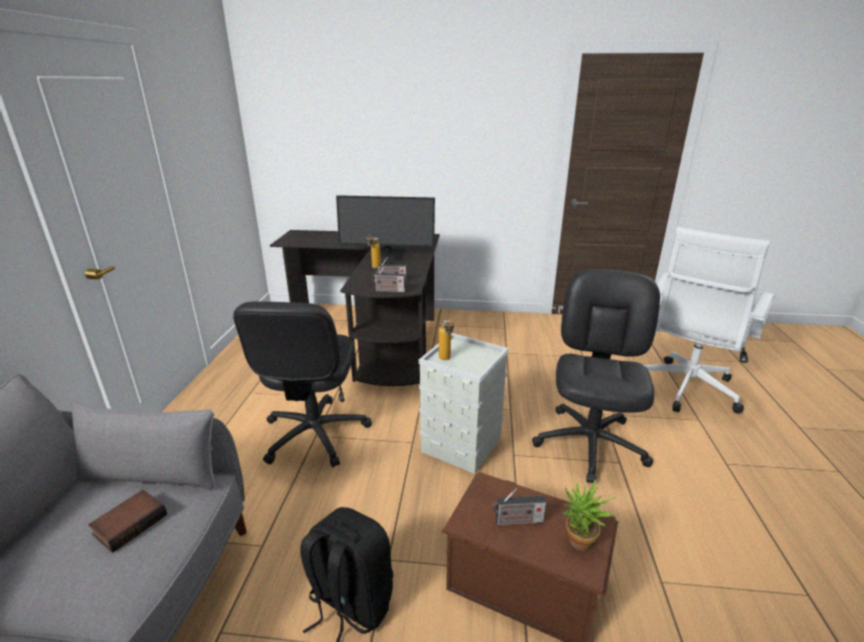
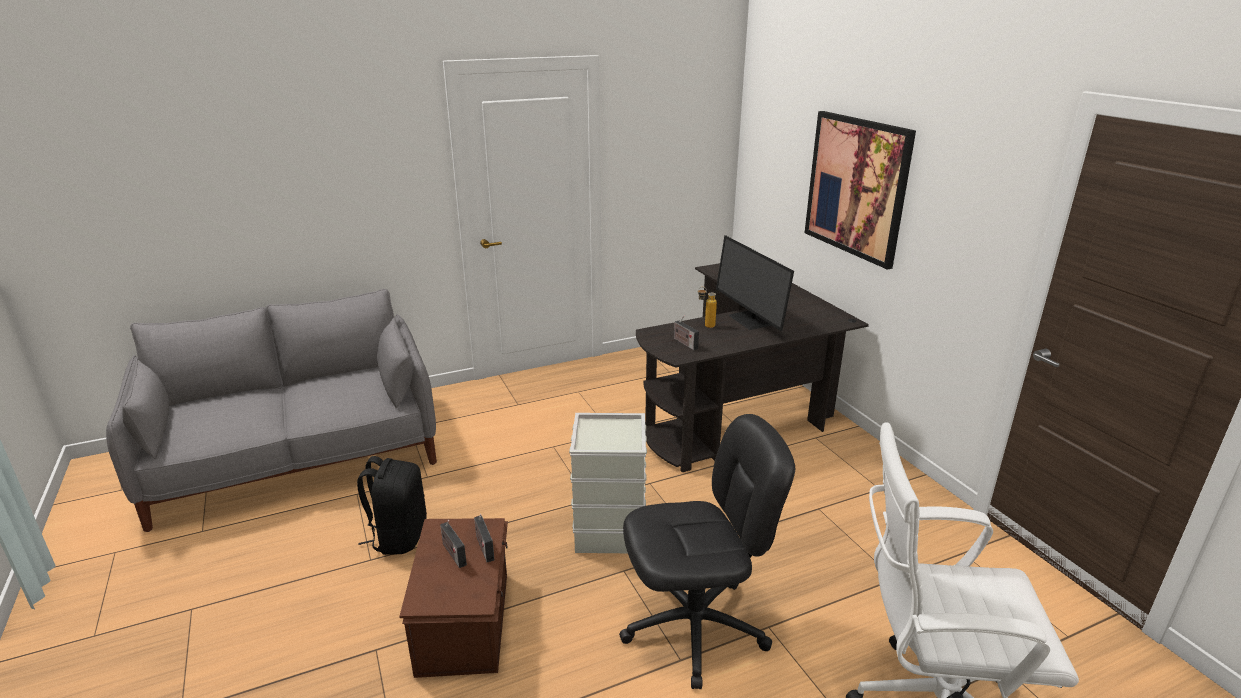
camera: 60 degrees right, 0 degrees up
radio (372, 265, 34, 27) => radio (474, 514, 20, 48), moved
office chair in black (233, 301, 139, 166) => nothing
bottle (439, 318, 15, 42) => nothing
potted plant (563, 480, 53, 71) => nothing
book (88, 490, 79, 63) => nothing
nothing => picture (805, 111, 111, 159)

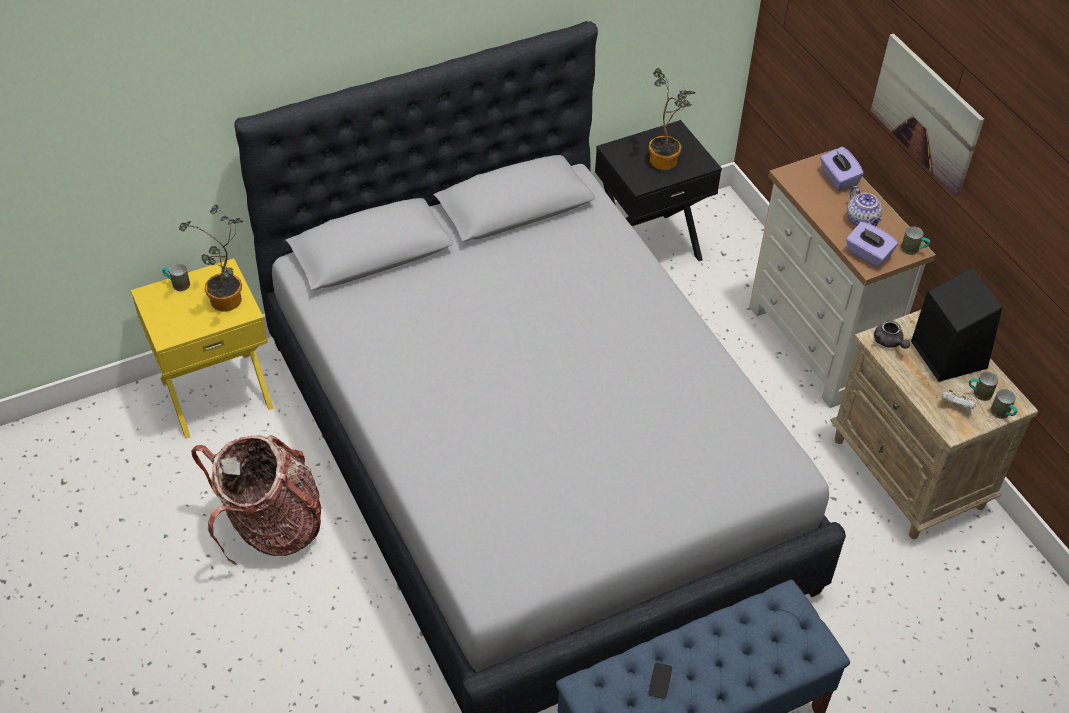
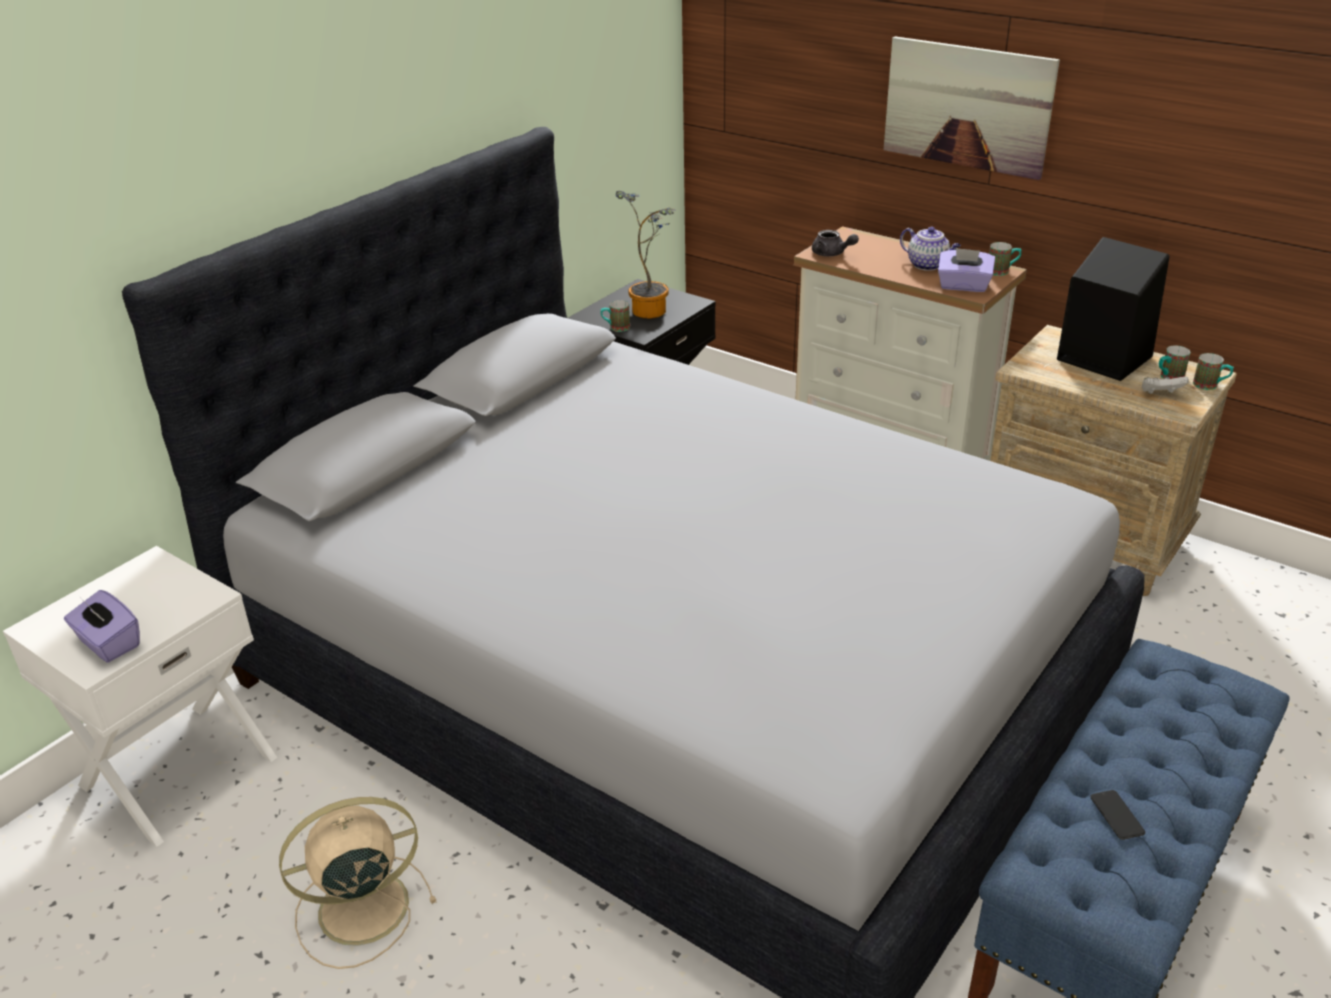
camera: 25 degrees left, 15 degrees down
tissue box in purple (820, 147, 44, 44) => tissue box in purple (64, 590, 76, 72), moved
potted plant (179, 205, 64, 107) => nothing
nightstand in yellow (131, 258, 143, 181) => nightstand in white (3, 546, 274, 301)
mug (162, 263, 28, 28) => mug (601, 300, 29, 32), moved
teapot in grey (874, 320, 36, 29) => teapot in grey (812, 230, 47, 27), moved
backpack (191, 435, 131, 131) => fan in beige (279, 797, 158, 172)

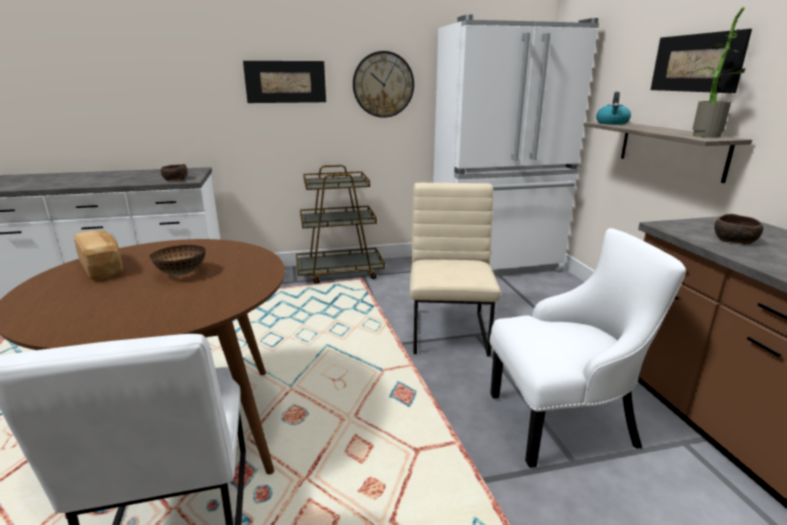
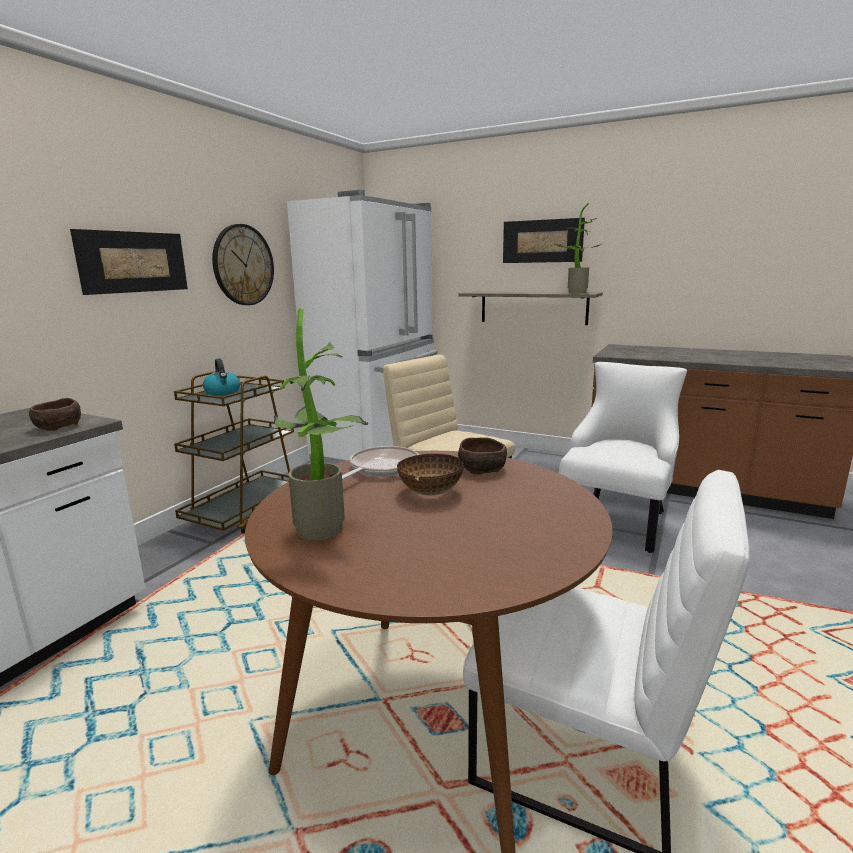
camera: 50 degrees left, 5 degrees down
kettle (596, 92, 35, 33) => kettle (203, 359, 37, 36), moved
bowl in brown (714, 214, 50, 31) => bowl in brown (458, 437, 49, 38), moved
bread (74, 230, 49, 50) => potted plant (274, 308, 95, 232)
nothing => frying pan (342, 446, 77, 34)

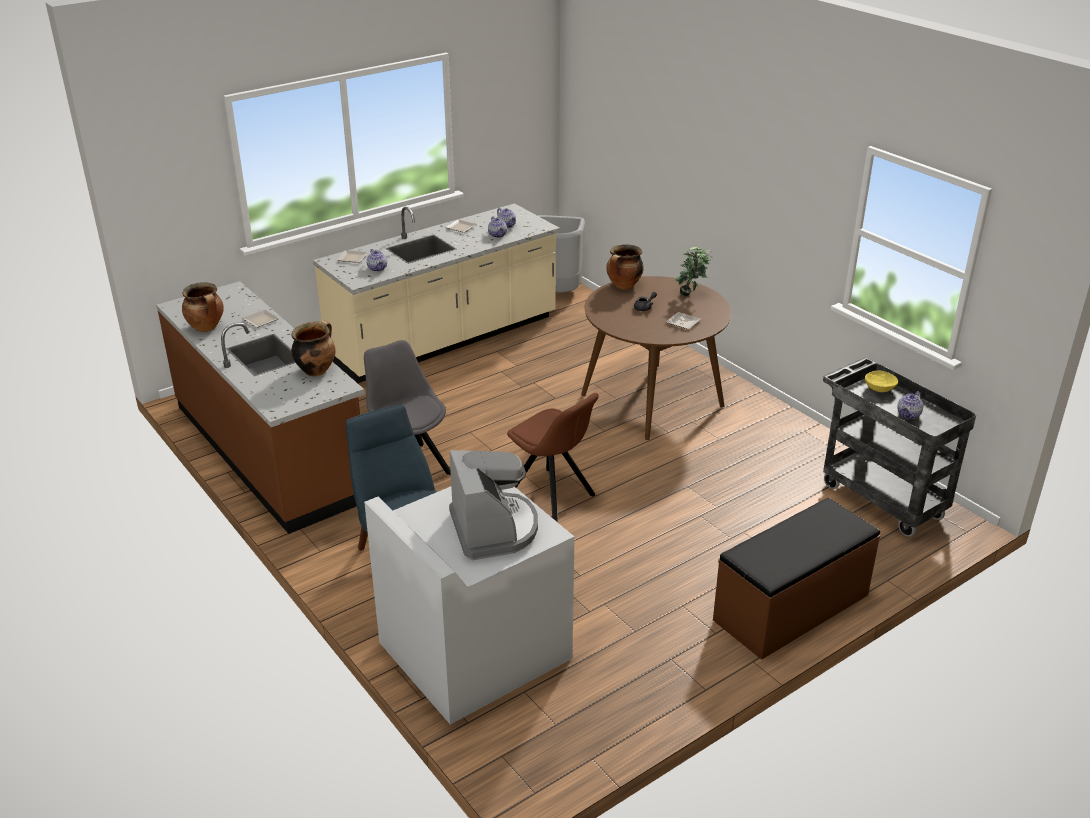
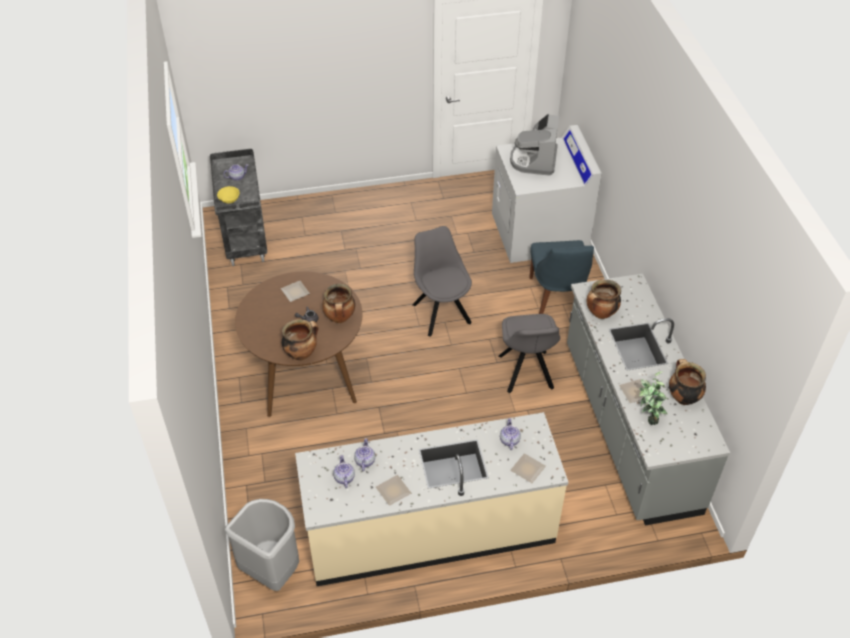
camera: 155 degrees left, 15 degrees up
potted plant (675, 247, 38, 49) => potted plant (639, 371, 30, 54), moved
counter in brown (156, 281, 209, 253) => counter in grey (567, 274, 163, 251)
chair in brown (507, 393, 92, 129) => chair in grey (413, 226, 59, 111)
bench in brown (713, 498, 167, 162) => nothing
nothing => cooking pot (322, 283, 33, 40)

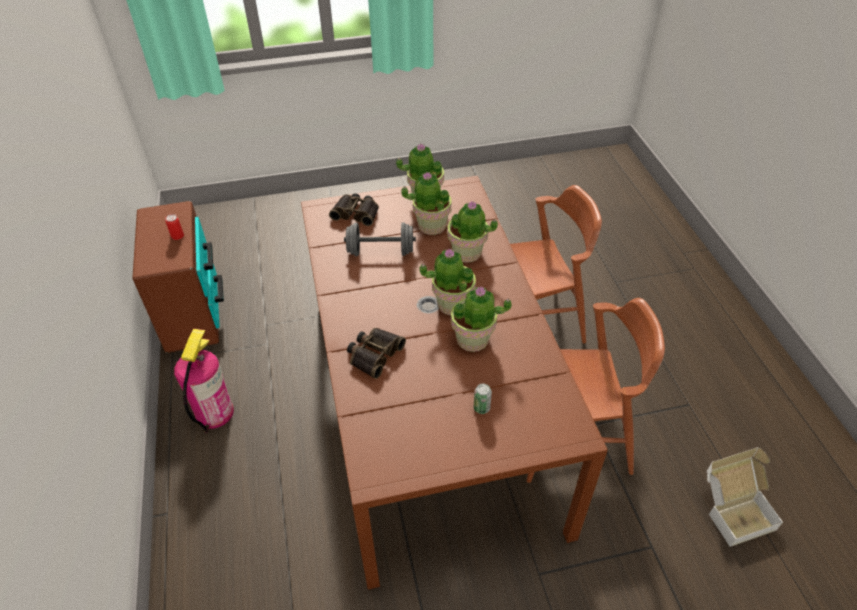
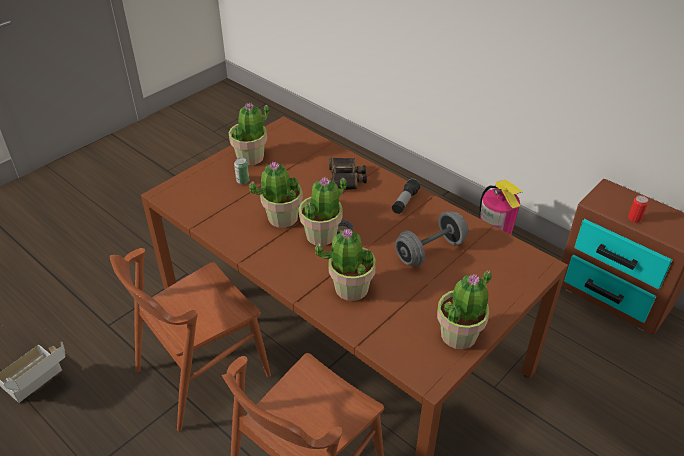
camera: 145 degrees right, 5 degrees down
potted plant (401, 172, 51, 63) => potted plant (229, 102, 41, 64), moved
binoculars (329, 193, 50, 33) => nothing
nothing => flashlight (392, 178, 29, 36)

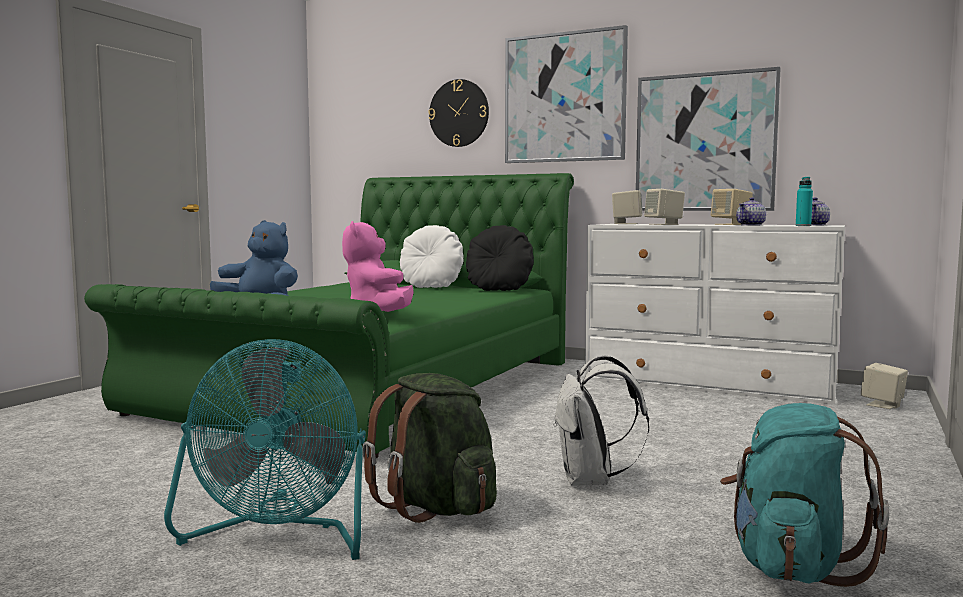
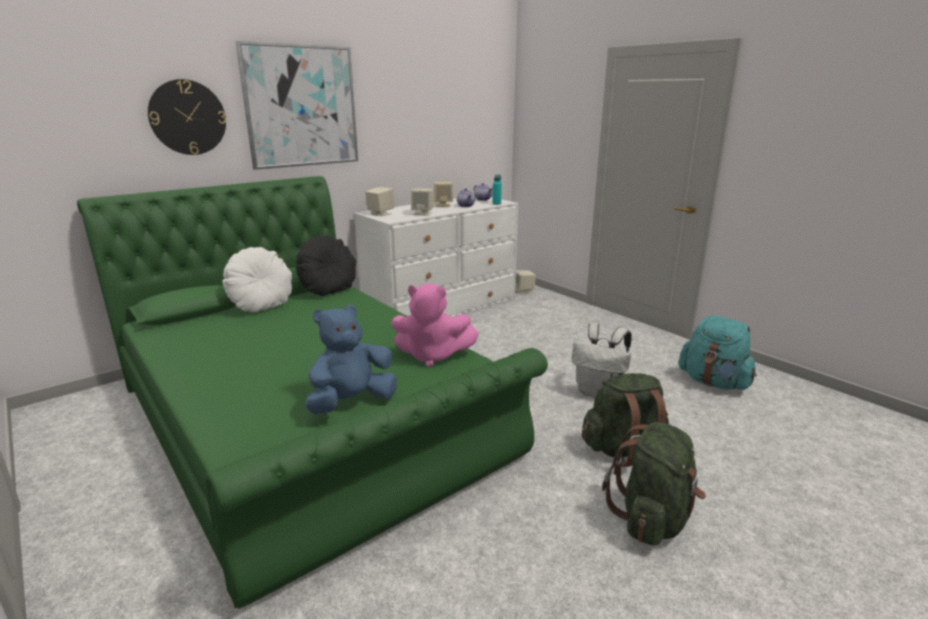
camera: 65 degrees left, 15 degrees up
picture (636, 67, 145, 144) => nothing
fan in turquoise (164, 339, 202, 221) => backpack in green (602, 422, 104, 123)

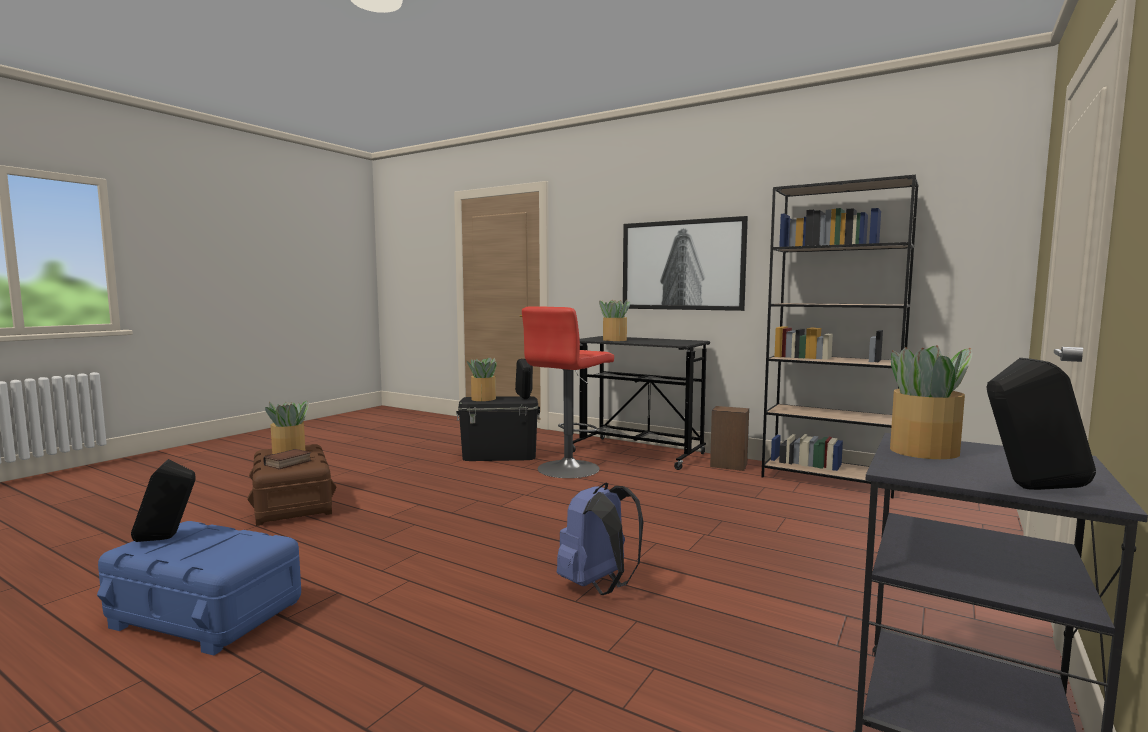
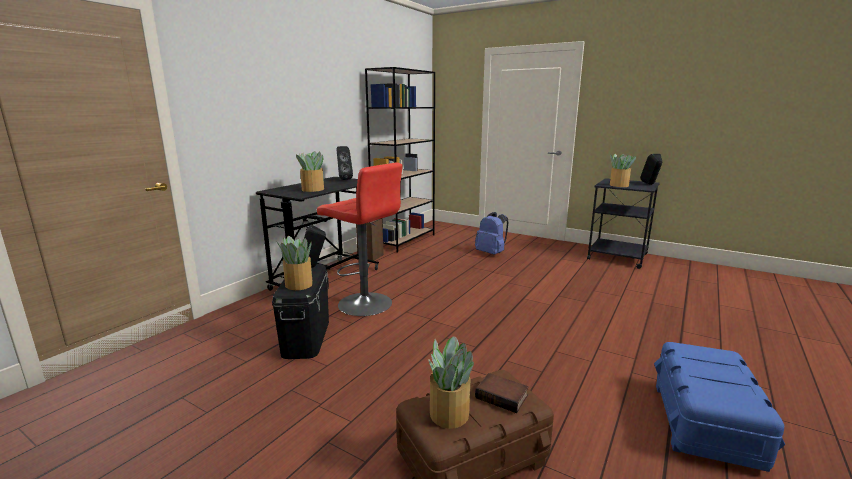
camera: 90 degrees left, 10 degrees up
picture (623, 216, 125, 95) => nothing
speaker in black (131, 459, 65, 83) => speaker in black (336, 146, 17, 34), moved
backpack in blue (557, 482, 86, 113) => backpack in blue (475, 212, 33, 43), moved

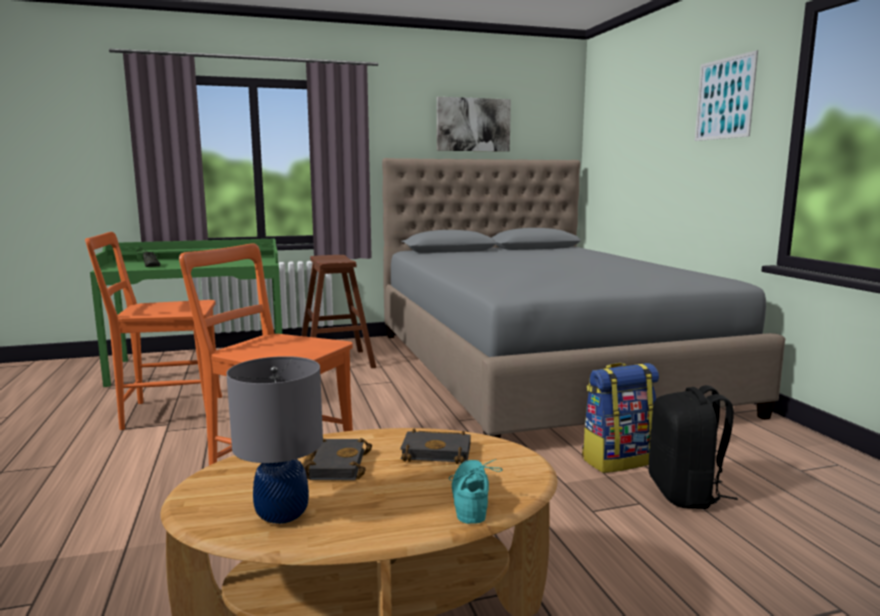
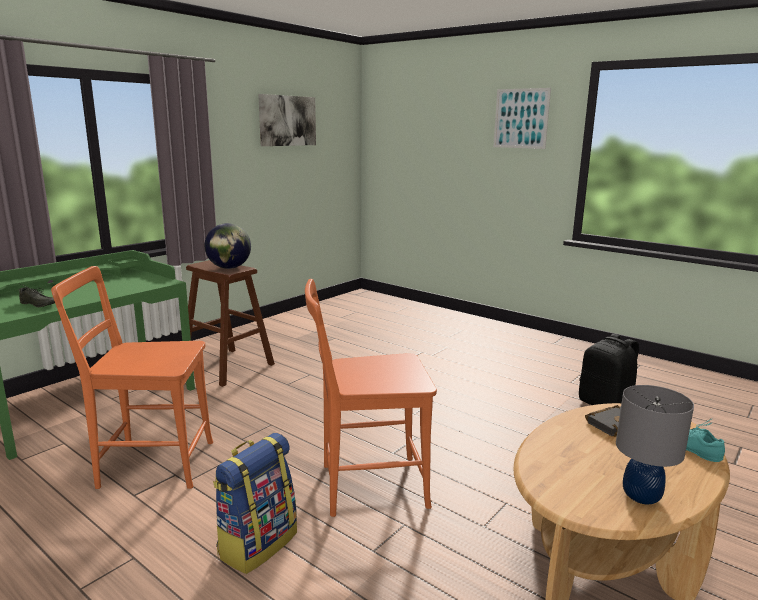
camera: 35 degrees left, 5 degrees up
bed in grey (382, 158, 403, 280) => nothing
chair in orange (85, 232, 137, 198) => chair in orange (51, 266, 162, 223), 45 degrees clockwise
backpack (582, 363, 77, 110) => backpack (213, 433, 84, 141), moved
book in black (302, 438, 70, 42) => nothing
nothing => globe (205, 223, 46, 46)

